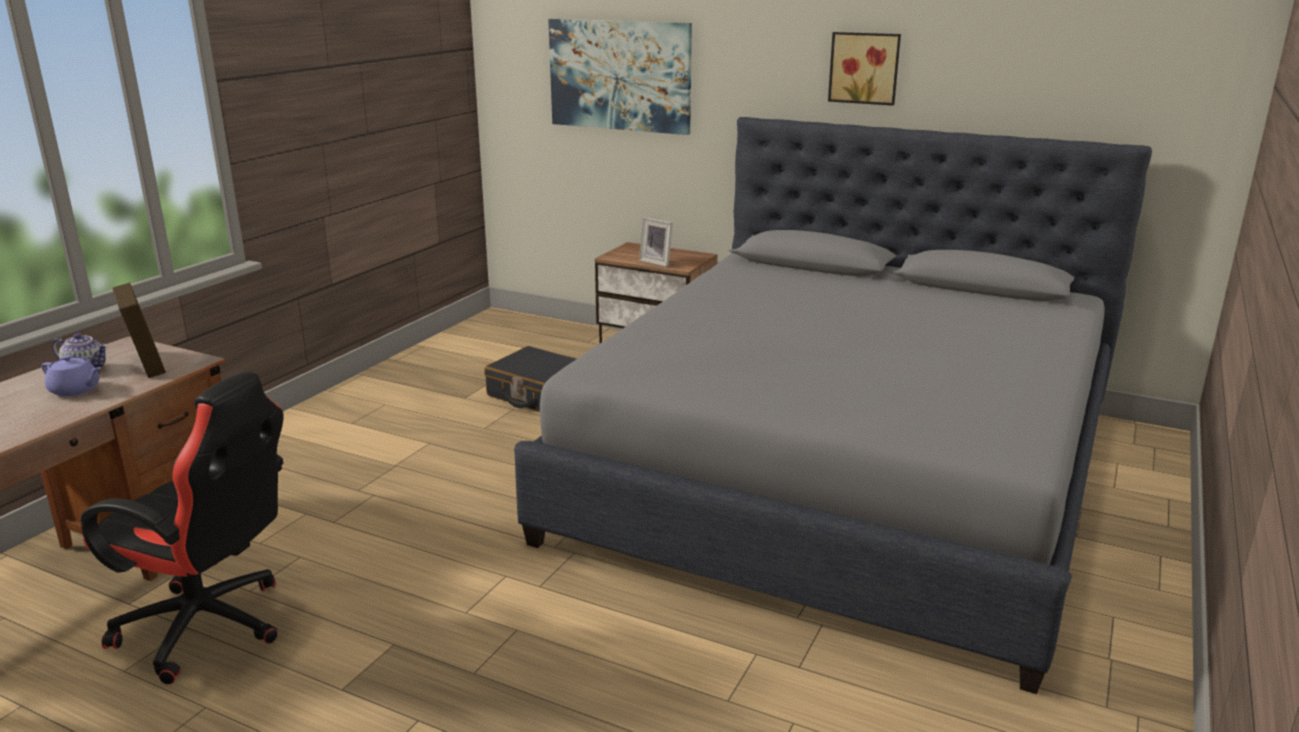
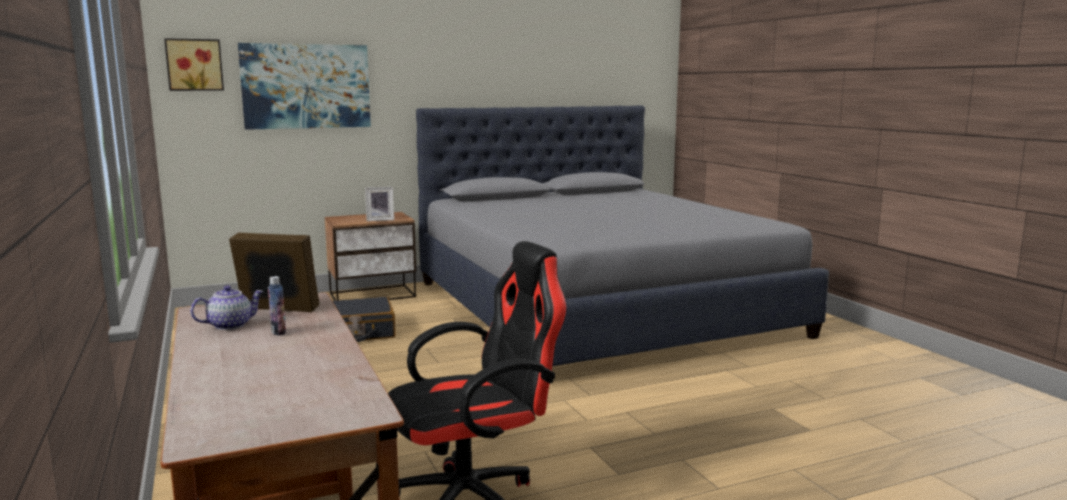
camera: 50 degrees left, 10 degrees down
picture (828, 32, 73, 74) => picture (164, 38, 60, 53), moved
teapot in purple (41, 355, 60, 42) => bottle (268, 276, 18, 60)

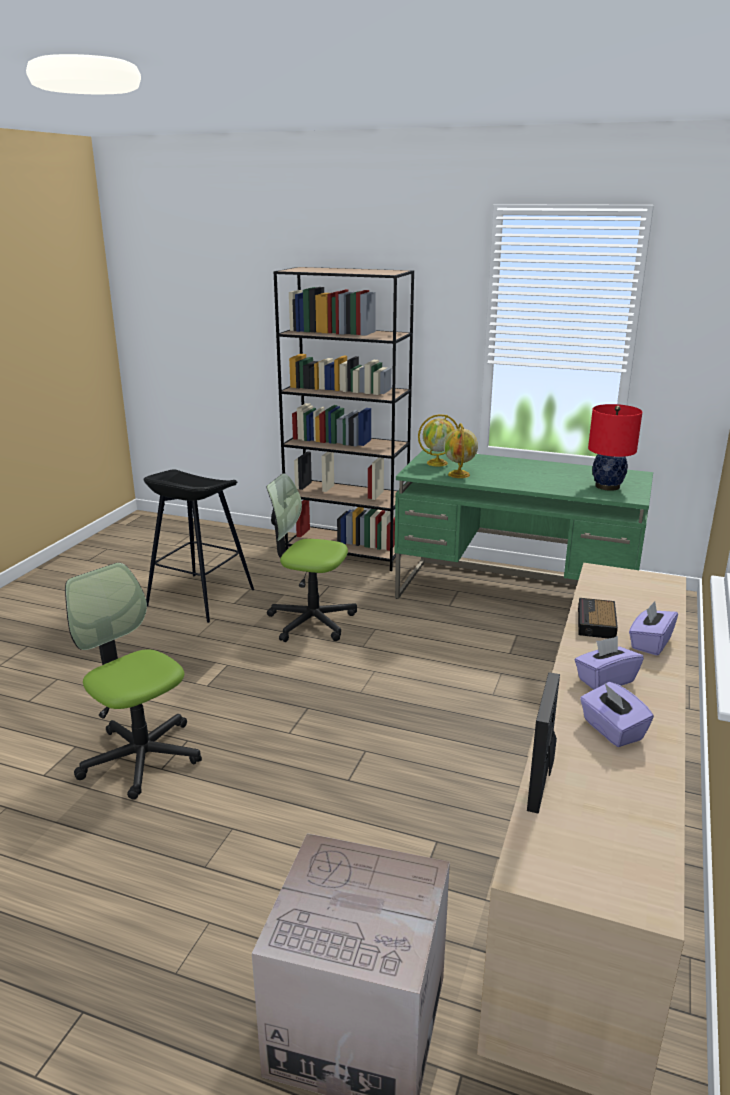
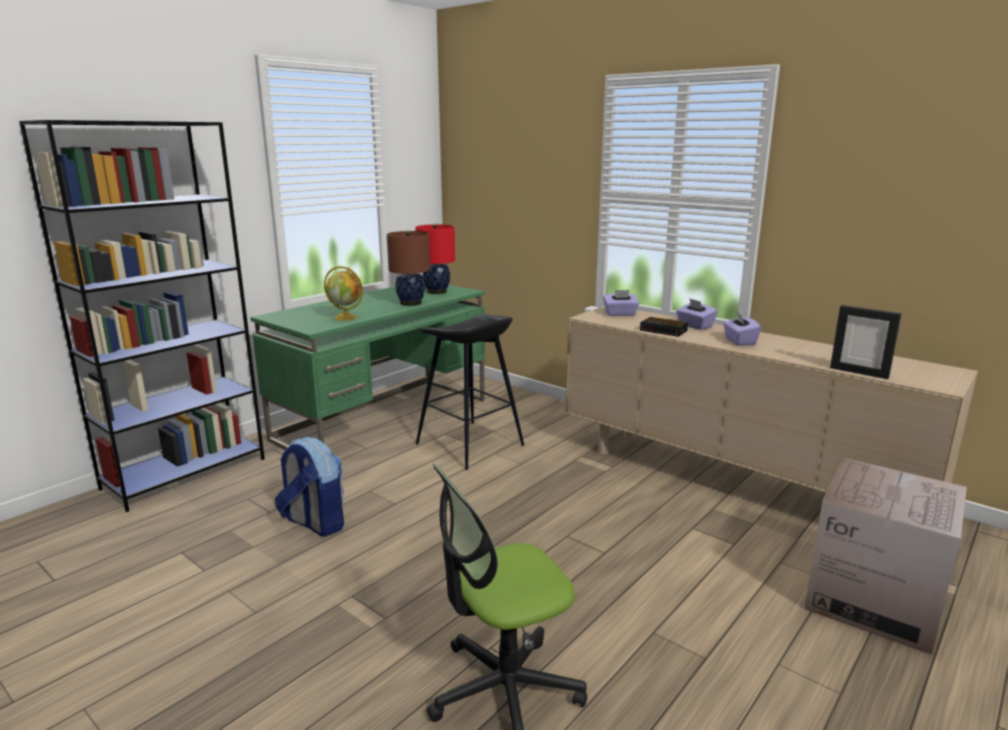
camera: 70 degrees left, 5 degrees down
bookcase in beige (274, 267, 140, 304) => bookcase in blue (19, 120, 246, 392)
globe (418, 414, 40, 53) => nothing
stool in black (143, 470, 111, 153) => stool in black (416, 314, 108, 156), moved
office chair (267, 473, 90, 169) => backpack (275, 437, 69, 99)
tissue box in purple (580, 682, 74, 65) => tissue box in purple (603, 290, 36, 26), moved
nothing => table lamp in brown (387, 230, 43, 76)

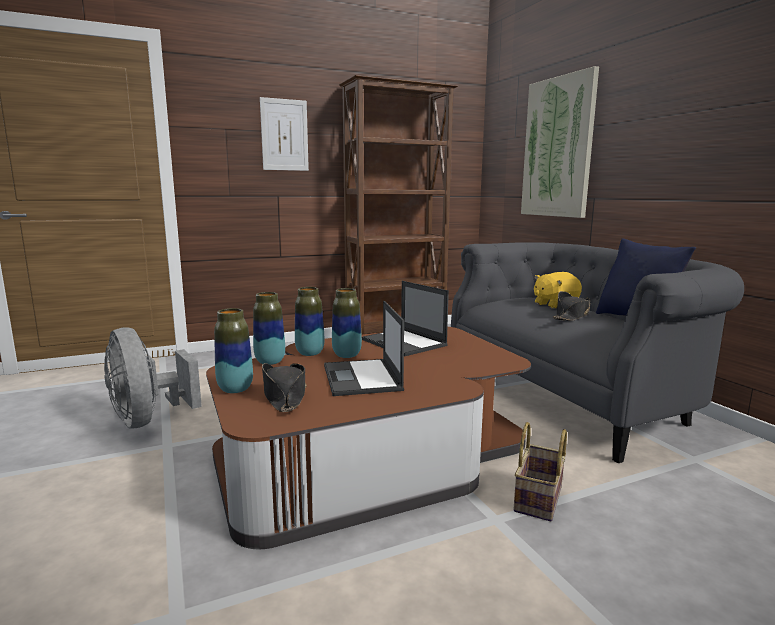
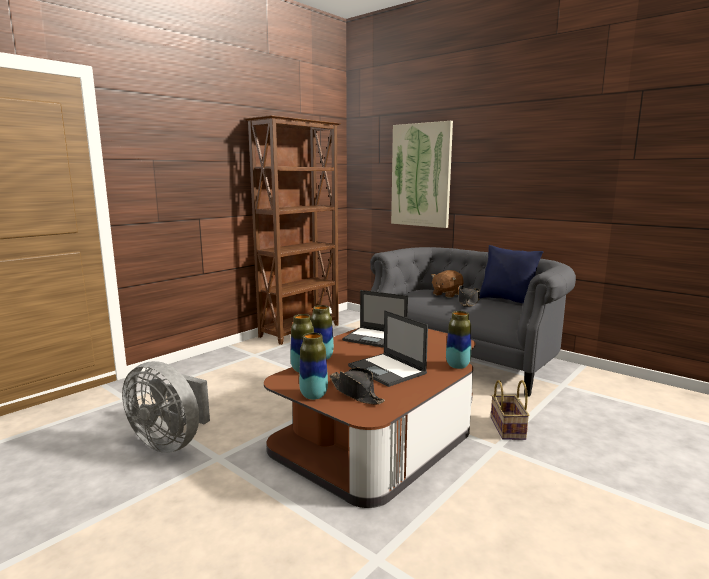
camera: 25 degrees left, 0 degrees up
picture (260, 97, 49, 74) => nothing
plush toy in yellow (534, 272, 48, 37) => plush toy in brown (431, 270, 33, 28)
vase (332, 288, 30, 70) => vase (446, 311, 25, 58), moved

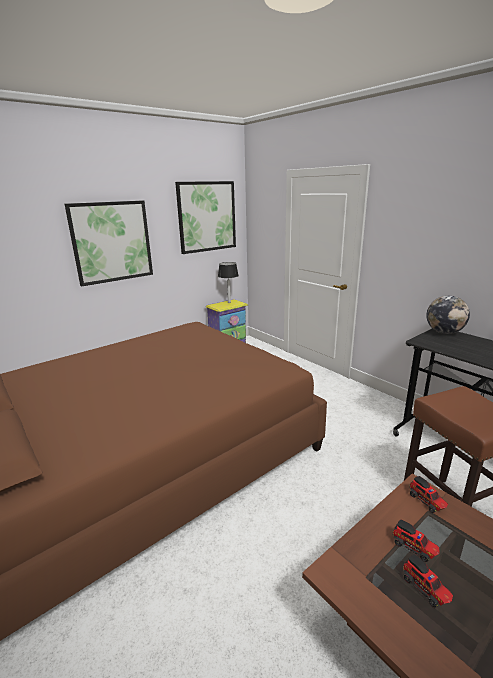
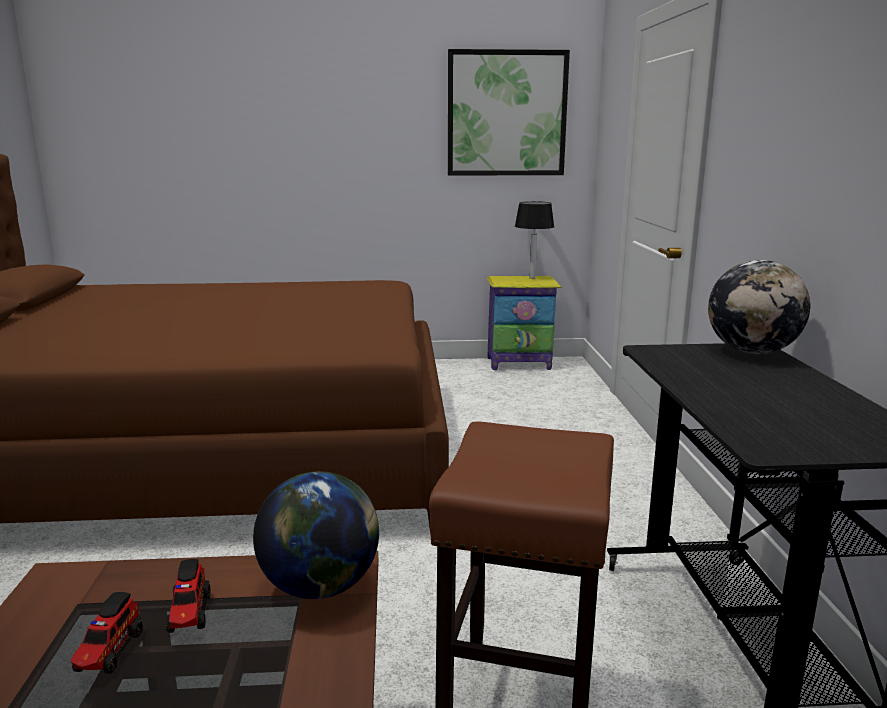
camera: 35 degrees right, 5 degrees down
picture (65, 200, 88, 87) => nothing
toy truck (410, 476, 38, 37) => globe (253, 471, 126, 128)

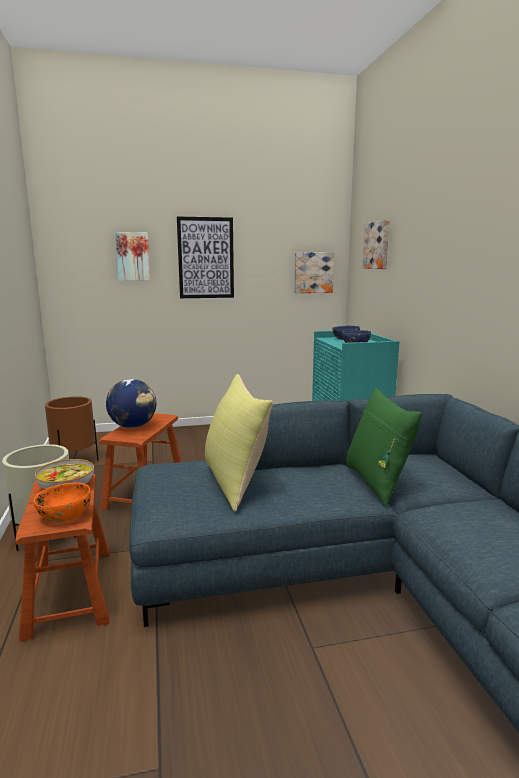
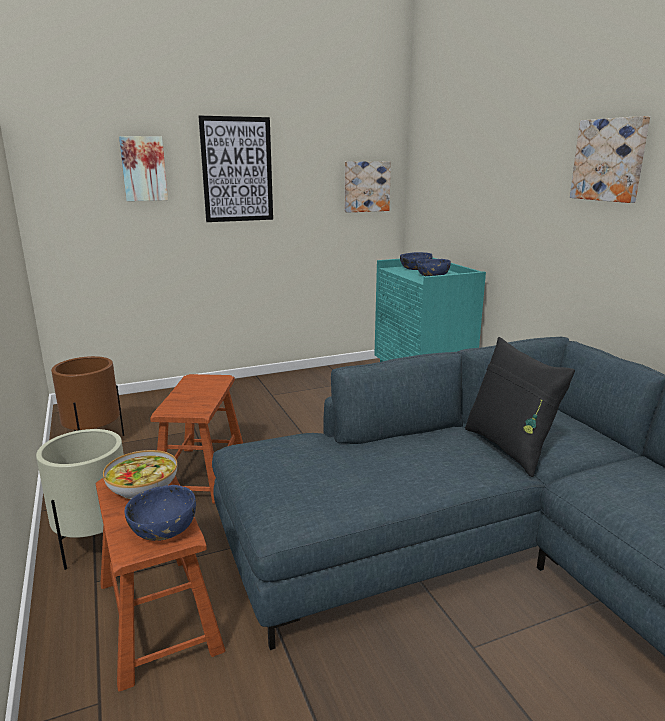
camera: 10 degrees left, 5 degrees up
picture (362, 220, 28, 49) => picture (570, 116, 80, 87), moved
pillow in yellow (205, 374, 68, 137) => nothing
globe (106, 379, 50, 49) => nothing
pillow in green (346, 388, 76, 118) => pillow in black (465, 337, 110, 140)
bowl in orange (34, 482, 57, 40) => bowl in blue (124, 485, 72, 56)

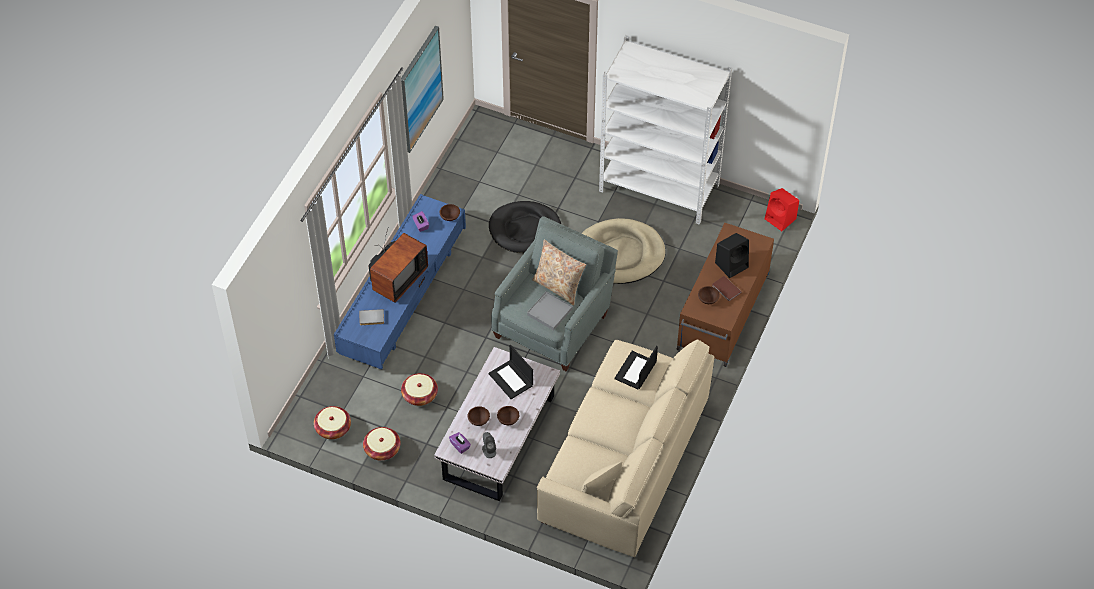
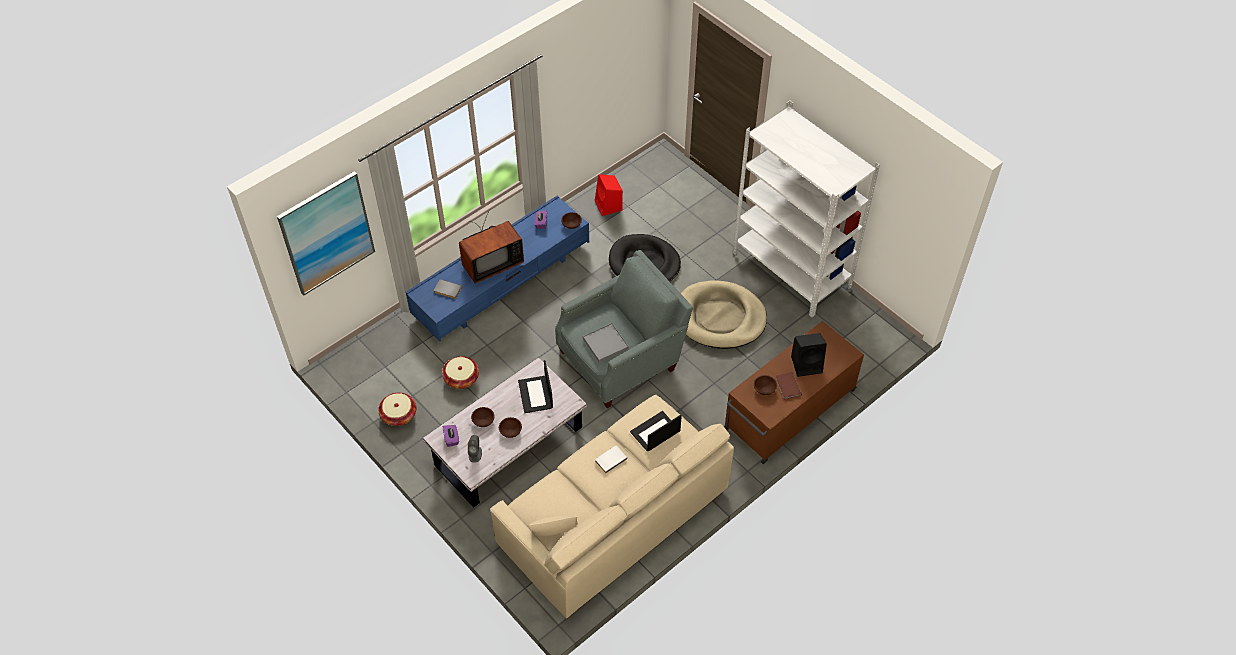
camera: 25 degrees right, 0 degrees up
picture (401, 26, 43, 127) => picture (277, 171, 98, 125), moved
speaker in red (765, 188, 34, 43) => speaker in red (595, 174, 28, 42), moved
pillow in beige (532, 240, 54, 65) => nothing
basket (314, 406, 37, 33) => nothing
nothing => book in white (595, 446, 32, 27)

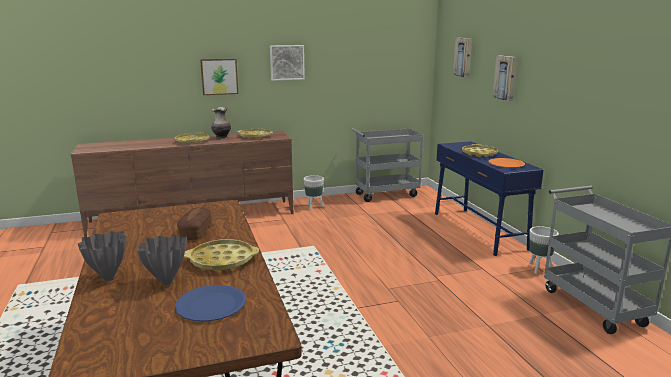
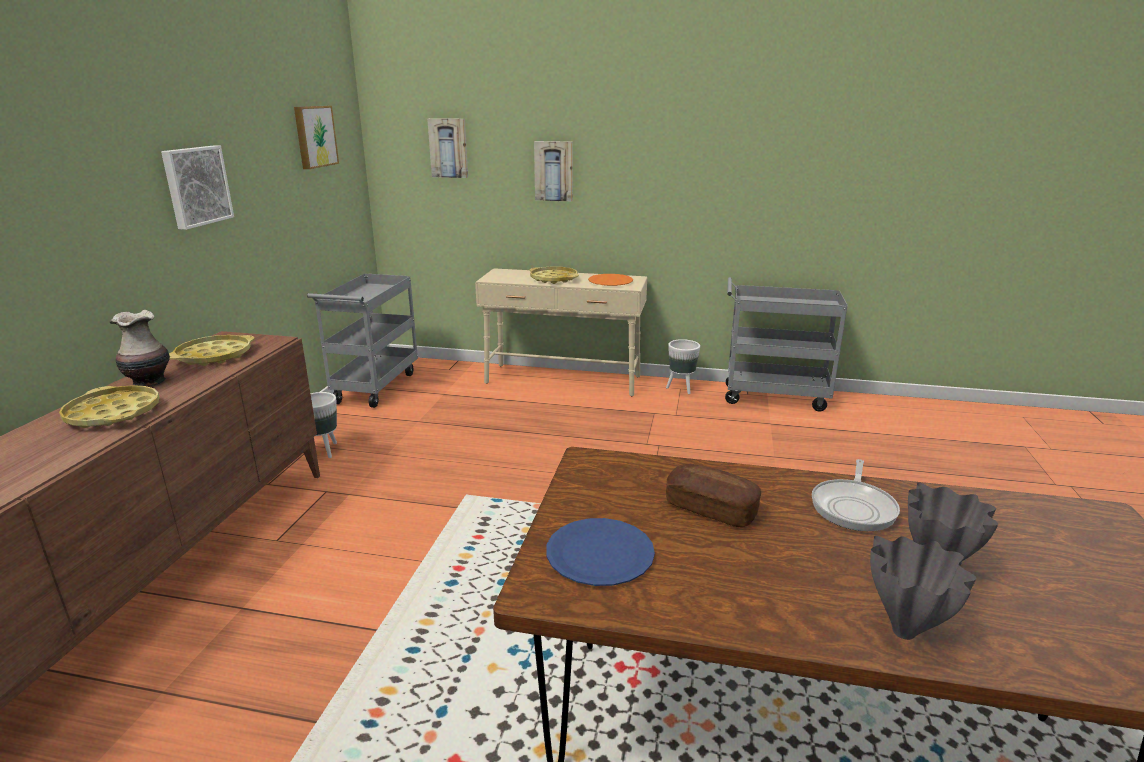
camera: 60 degrees left, 5 degrees up
picture (200, 59, 38, 36) => picture (294, 106, 45, 63), moved
console table in blue (435, 141, 109, 115) => console table in beige (475, 268, 172, 128)
tray in yellow (184, 239, 75, 32) => frying pan (812, 459, 88, 72)
plate in blue (175, 285, 71, 37) => plate in blue (546, 518, 109, 68), moved

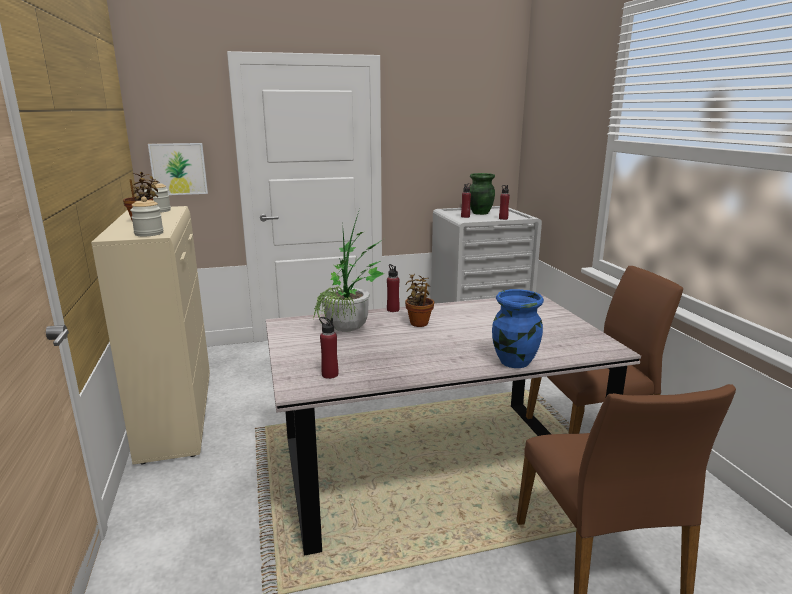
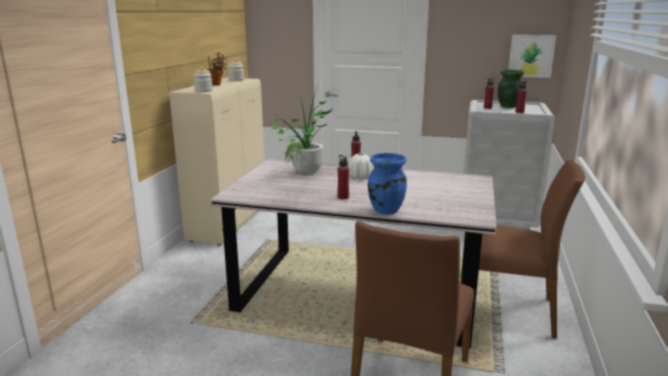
camera: 30 degrees right, 0 degrees up
picture (148, 143, 60, 52) => picture (508, 35, 48, 43), moved
potted plant (405, 274, 29, 53) => vase in white (348, 153, 25, 26)
bottle in red (319, 317, 19, 62) => bottle in red (337, 155, 12, 44), moved

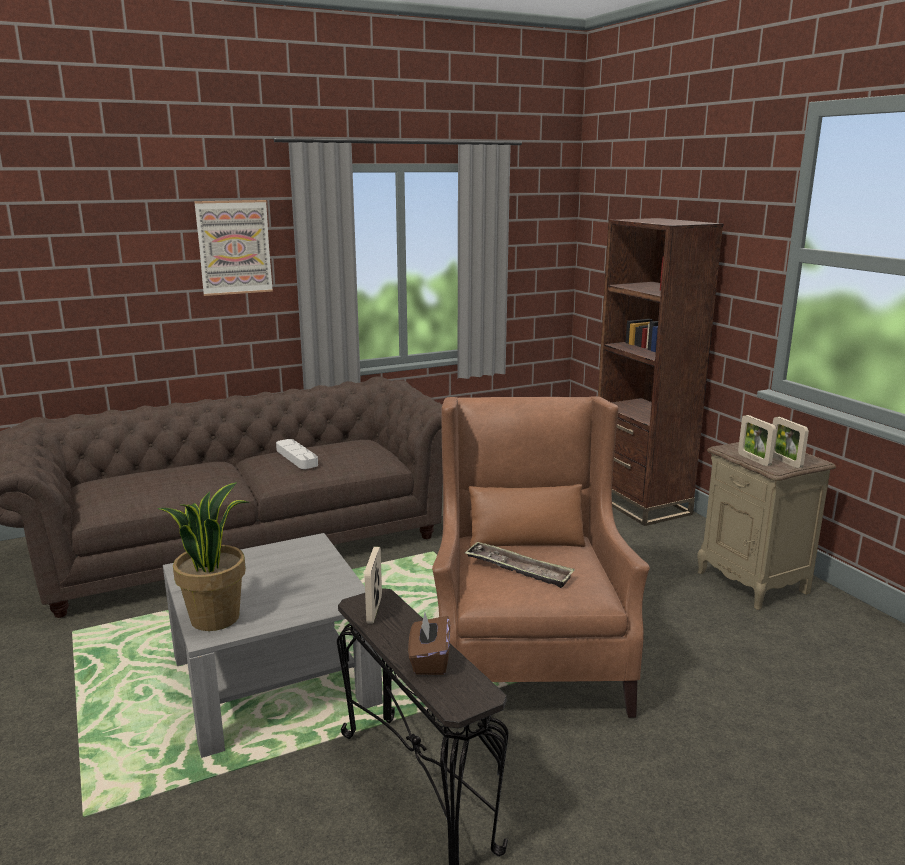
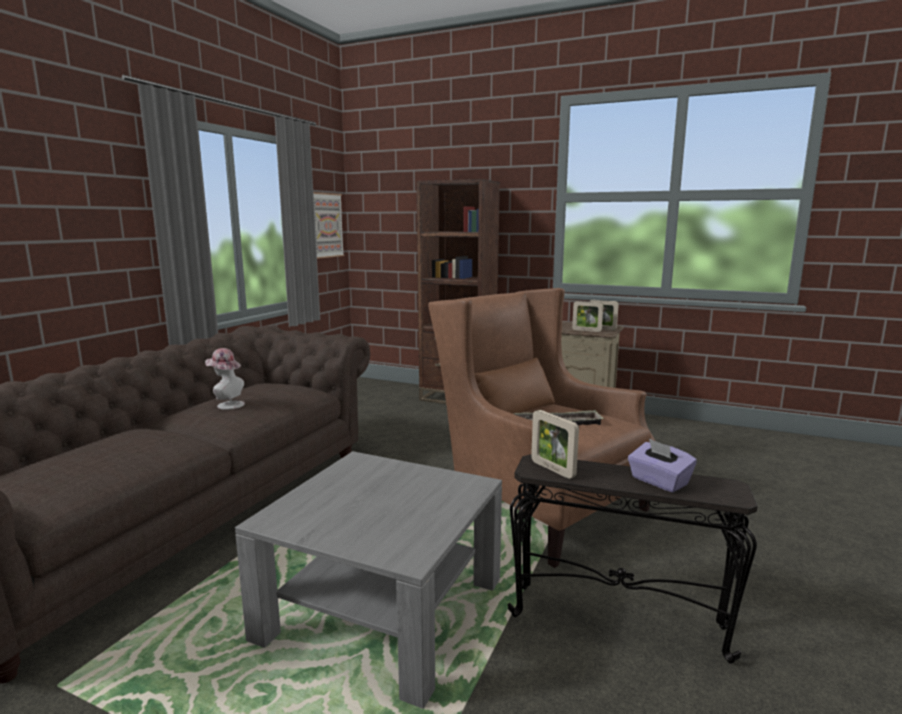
camera: 40 degrees left, 5 degrees down
picture (194, 200, 79, 96) => picture (313, 192, 32, 67), moved
tray in grey (276, 439, 42, 30) => hat (205, 348, 40, 62)
potted plant (157, 482, 92, 149) => nothing
tissue box in brown (408, 612, 42, 63) => tissue box in purple (628, 439, 69, 53)

